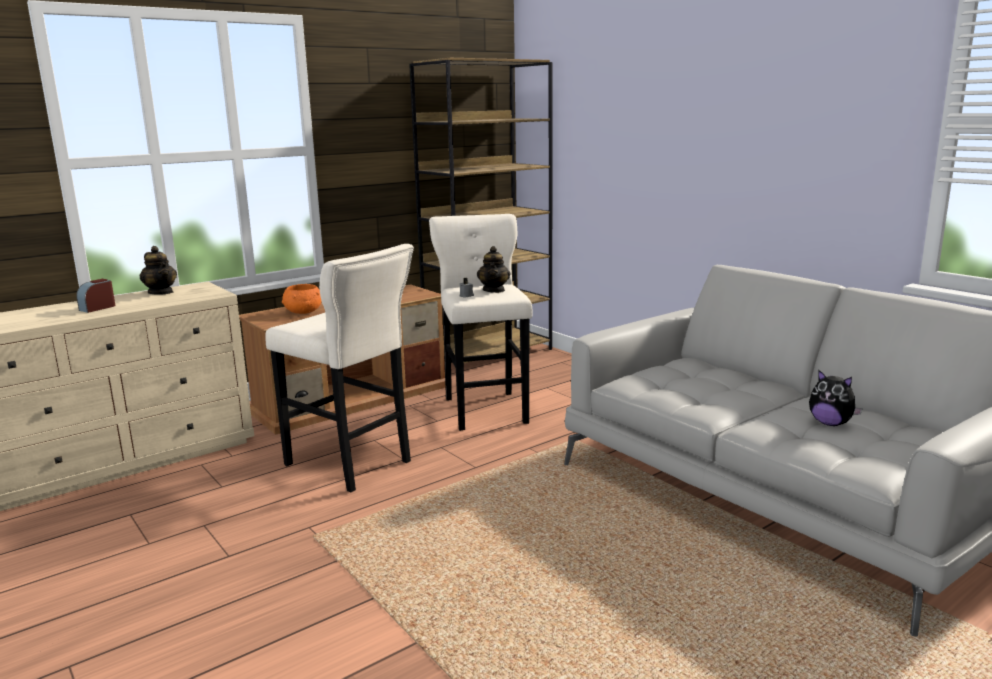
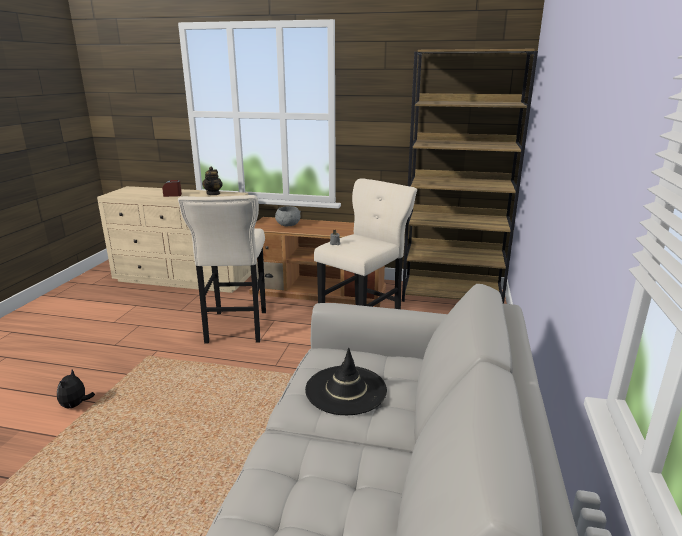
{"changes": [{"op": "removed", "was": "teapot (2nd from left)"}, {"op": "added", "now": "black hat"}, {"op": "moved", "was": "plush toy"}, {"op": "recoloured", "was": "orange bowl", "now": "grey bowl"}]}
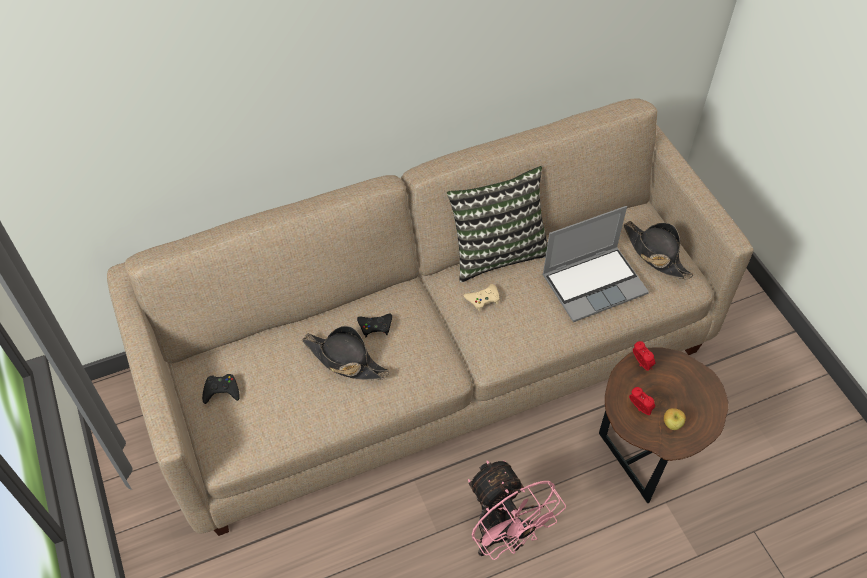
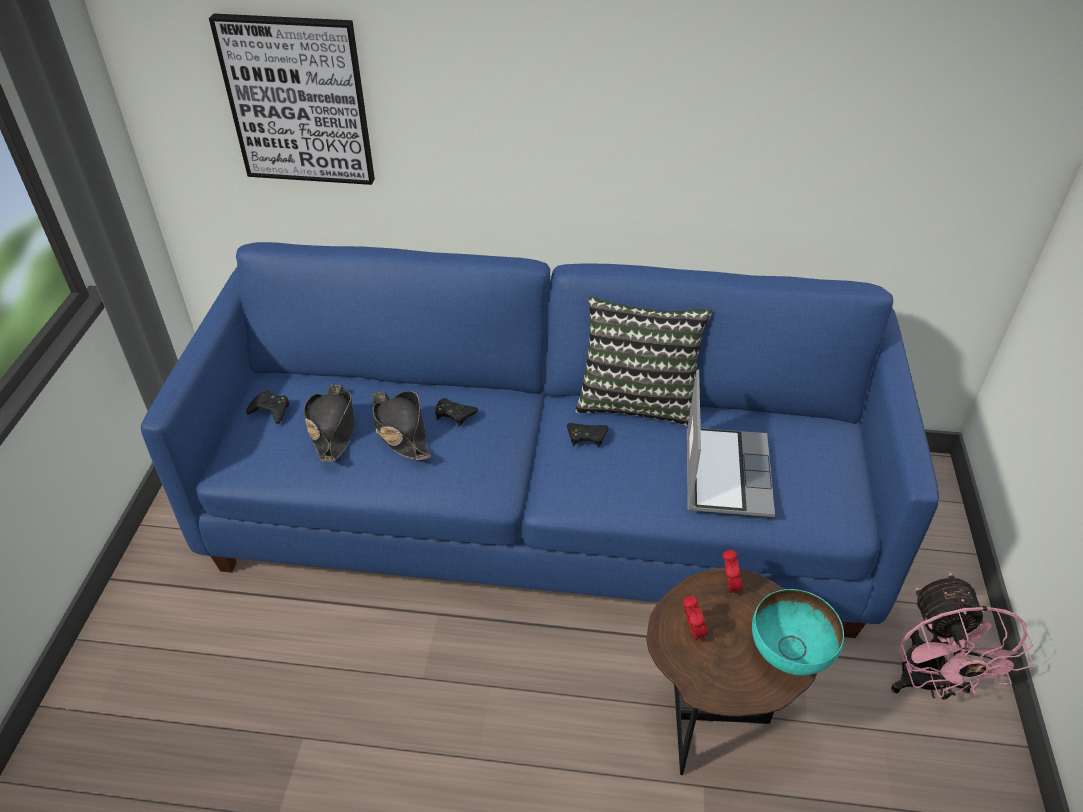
{"changes": [{"op": "removed", "was": "apple"}, {"op": "added", "now": "picture"}, {"op": "added", "now": "turquoise bowl"}, {"op": "moved", "was": "pink fan"}, {"op": "moved", "was": "black hat (2nd from left in the first image)", "now": "black hat (1st from left)"}, {"op": "recoloured", "was": "beige sofa", "now": "blue sofa"}, {"op": "recoloured", "was": "beige game controller", "now": "black game controller (3rd from left)"}, {"op": "turned", "was": "laptop", "clockwise": -90}]}
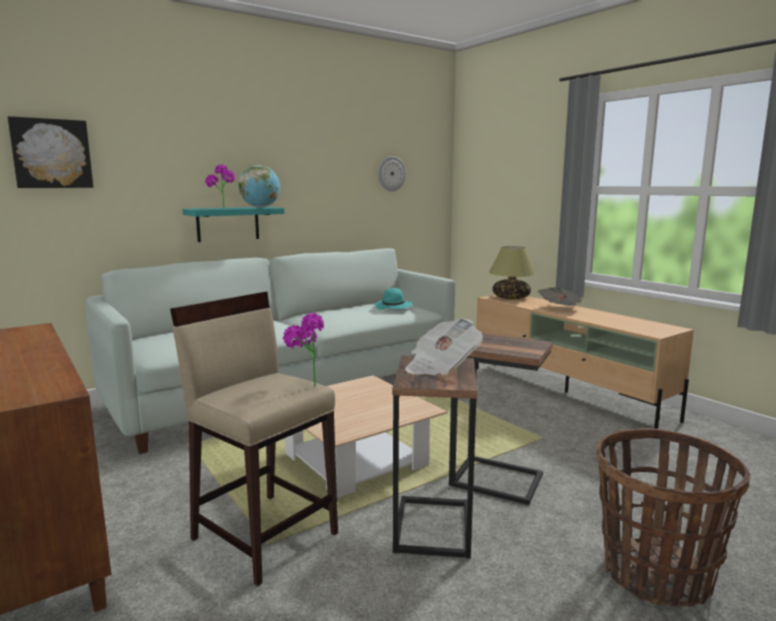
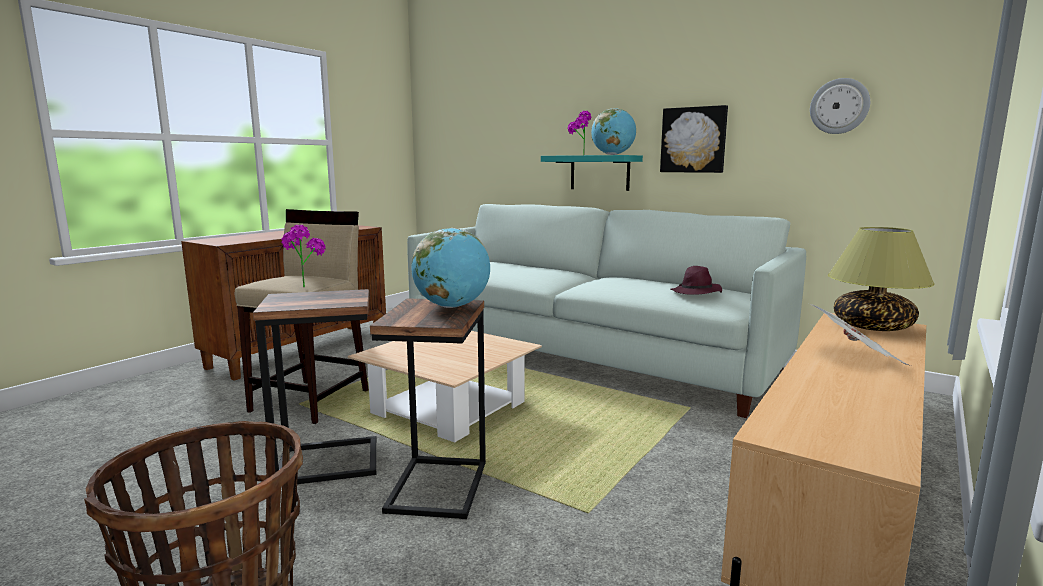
{"changes": [{"op": "removed", "was": "newspaper (1st from left)"}, {"op": "added", "now": "globe (1st from left)"}, {"op": "moved", "was": "picture"}, {"op": "recoloured", "was": "turquoise hat", "now": "purple hat"}]}
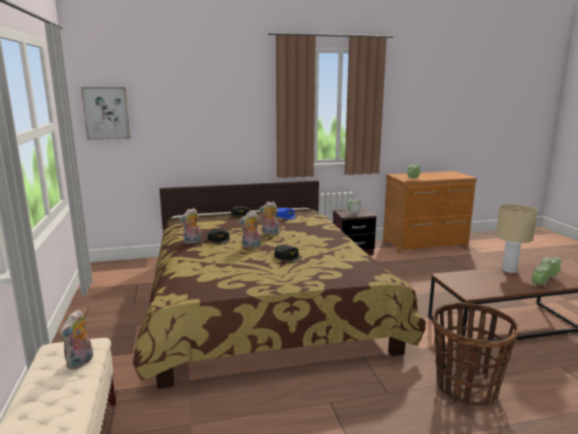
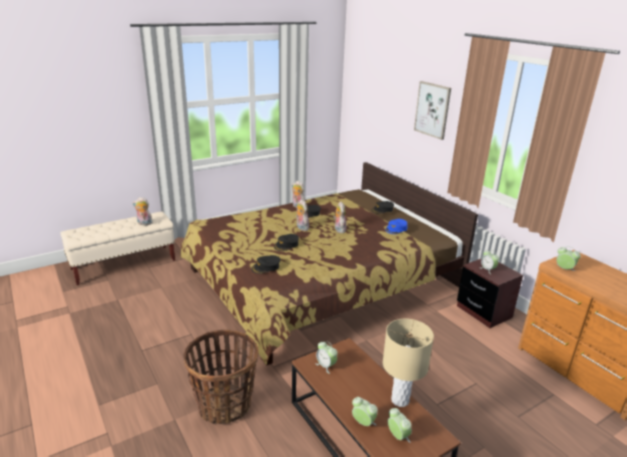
{"changes": [{"op": "added", "now": "black cap (1st from left)"}, {"op": "added", "now": "alarm clock (1st from left)"}, {"op": "moved", "was": "picture"}]}
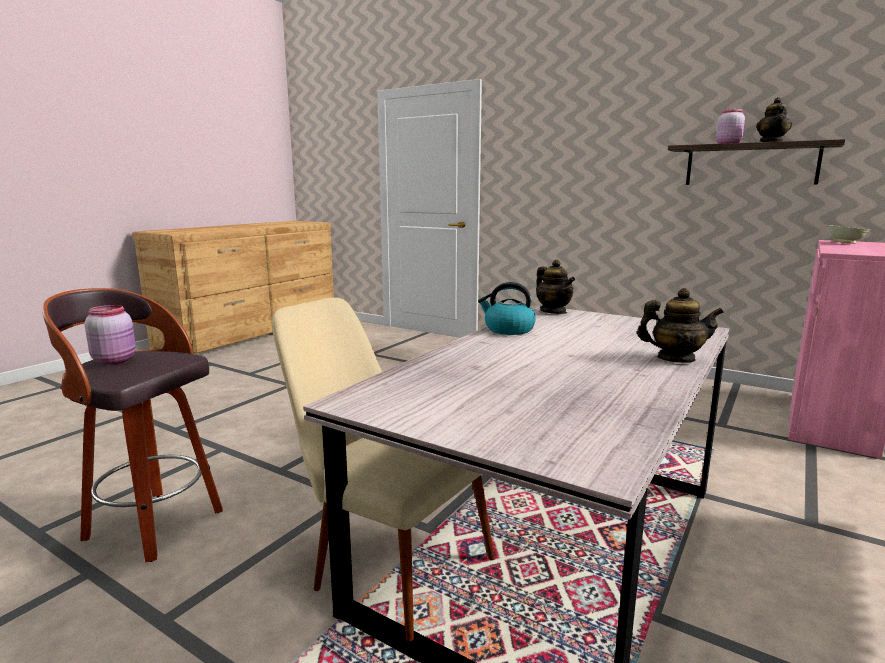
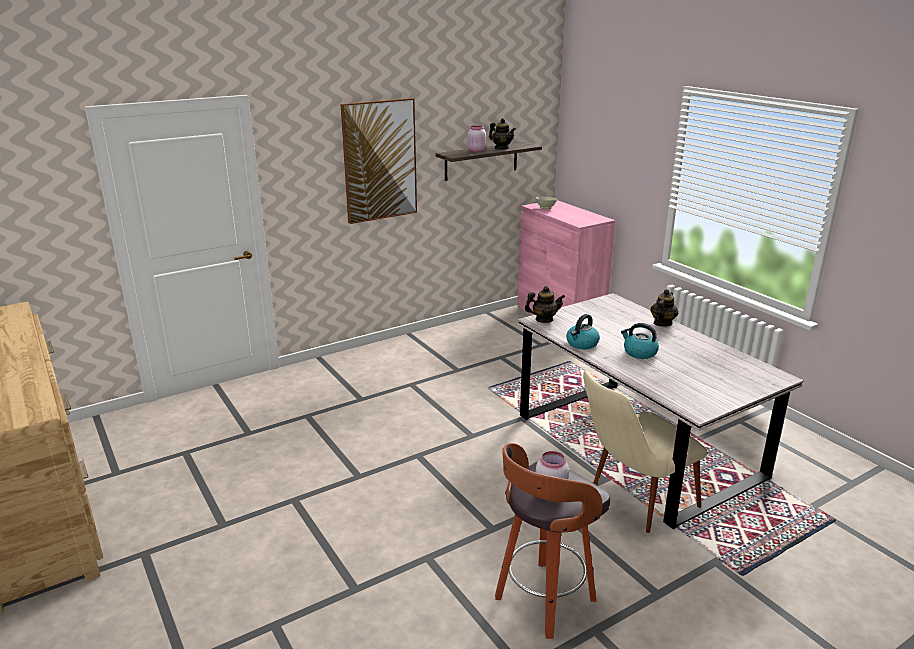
{"changes": [{"op": "added", "now": "picture"}, {"op": "added", "now": "kettle (2nd from left)"}]}
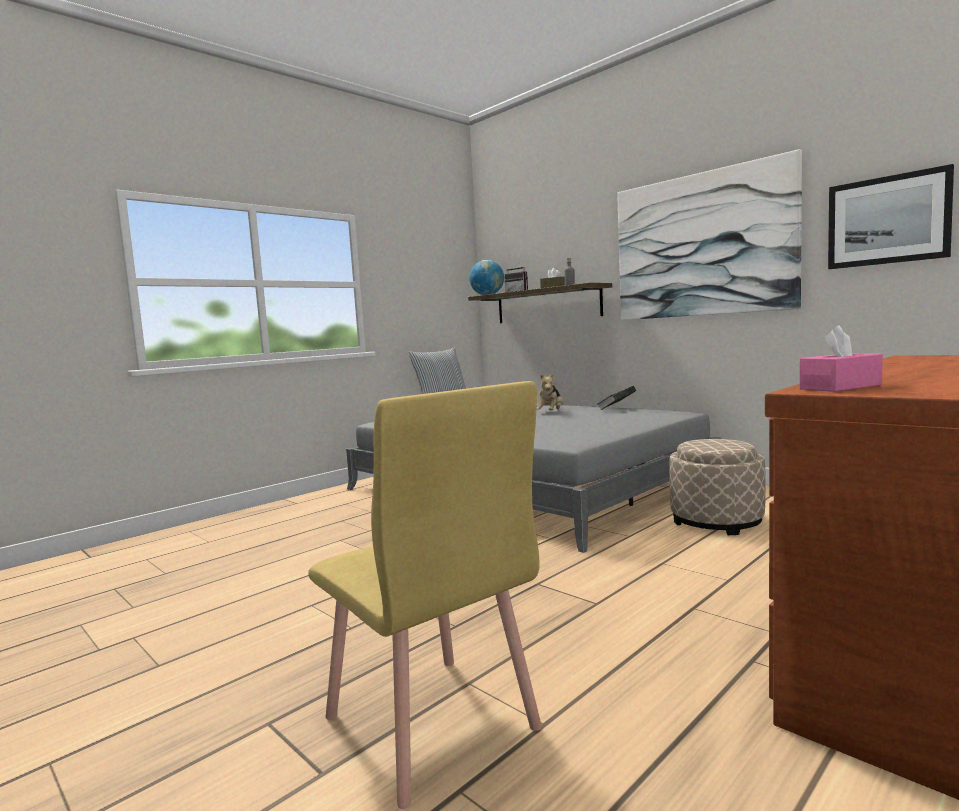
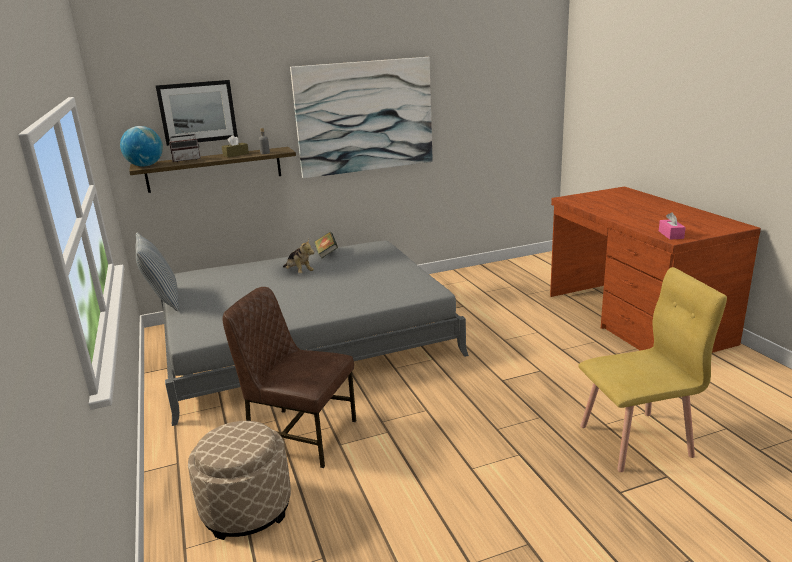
{"changes": [{"op": "added", "now": "brown chair"}, {"op": "moved", "was": "beige ottoman"}, {"op": "moved", "was": "picture (2nd from left in the first image)", "now": "picture (1st from left)"}]}
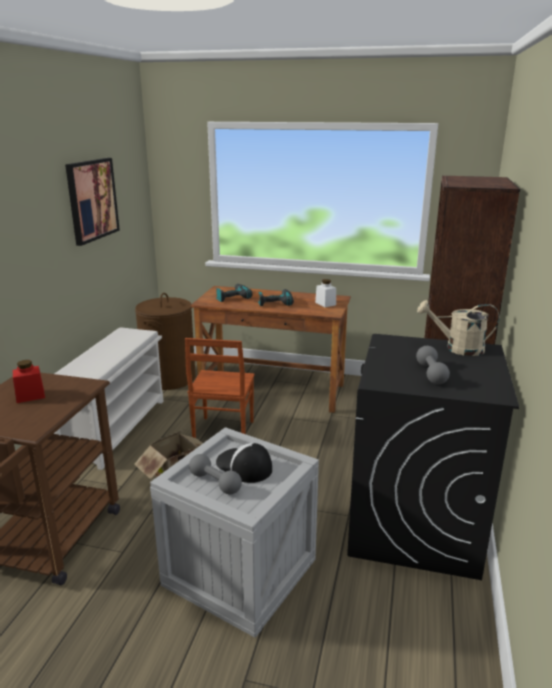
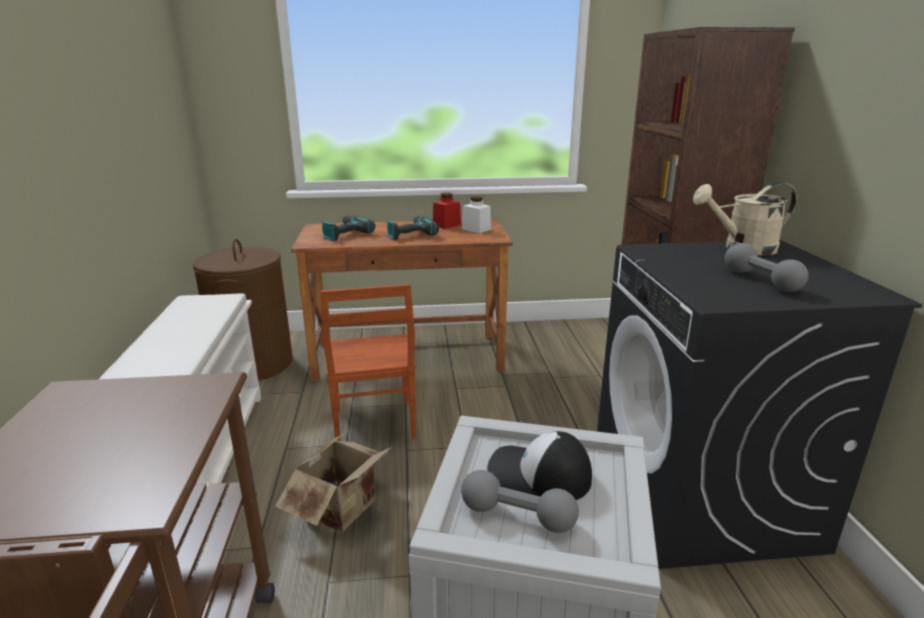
{"changes": [{"op": "removed", "was": "picture"}, {"op": "moved", "was": "red jar"}]}
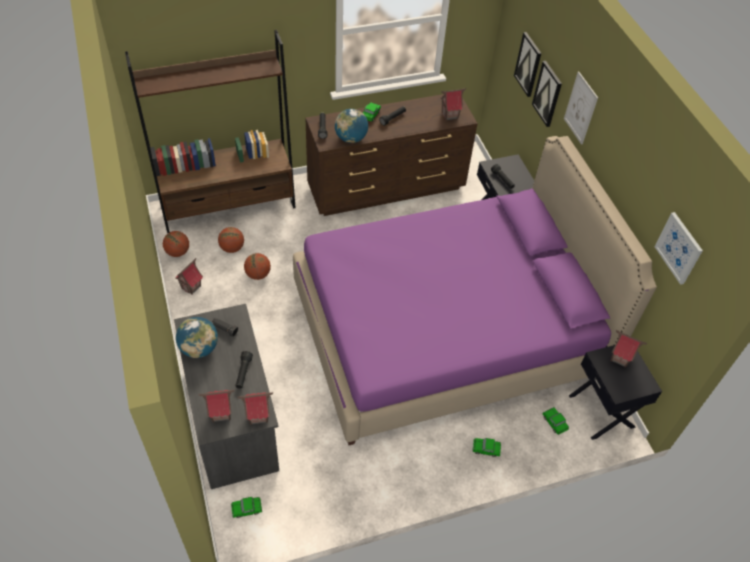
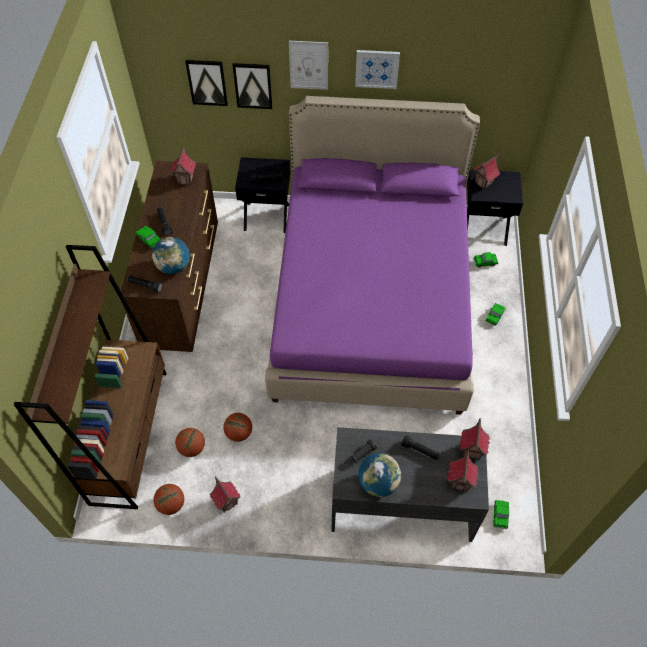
{"changes": [{"op": "moved", "was": "picture (4th from left)"}]}
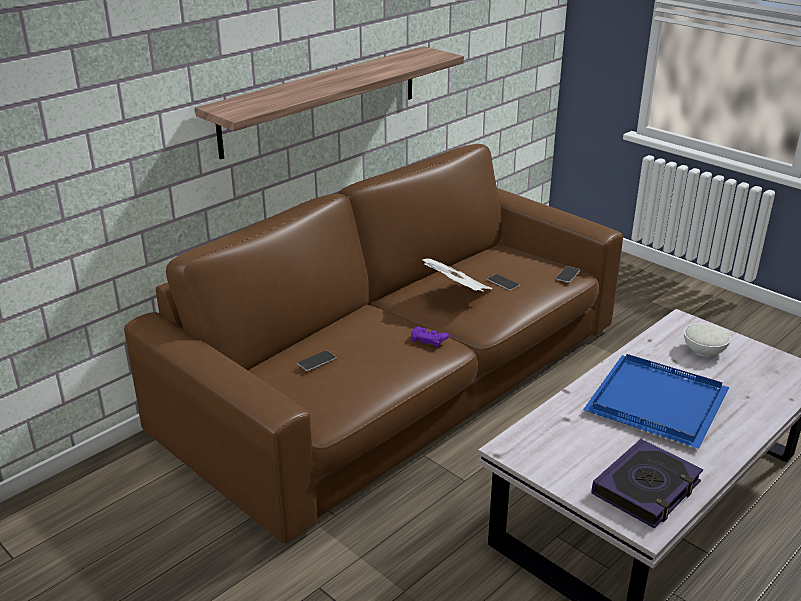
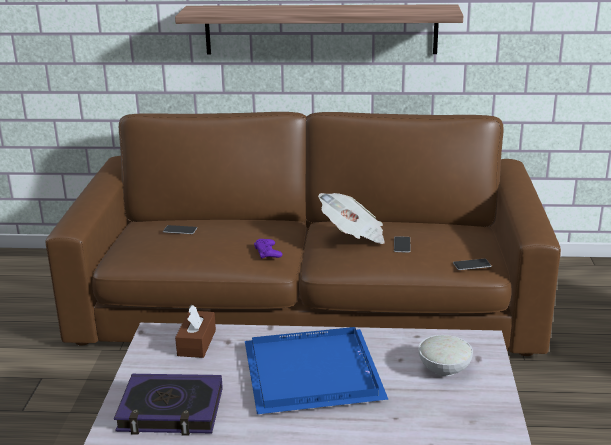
{"changes": [{"op": "added", "now": "brown tissue box"}]}
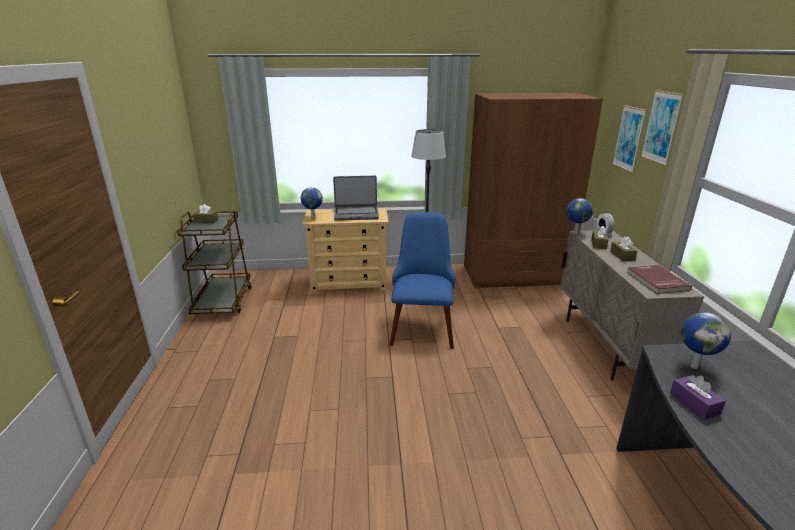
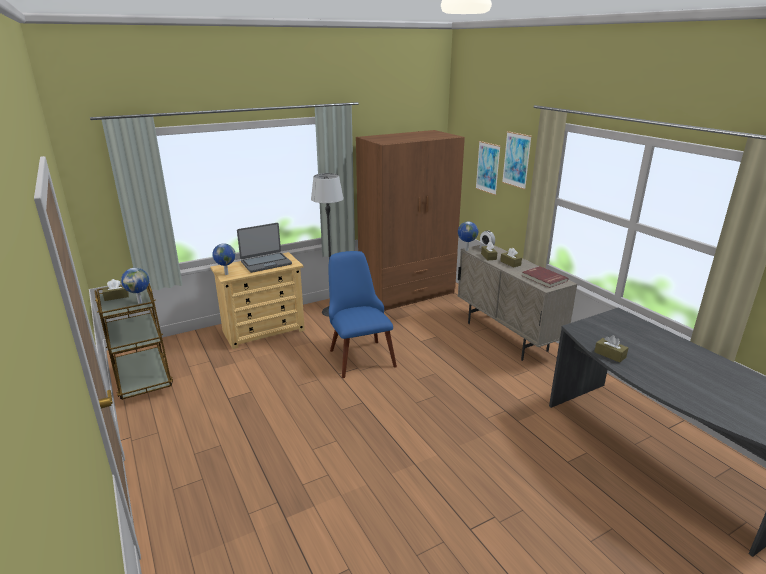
{"changes": [{"op": "moved", "was": "globe (3rd from left in the first image)", "now": "globe (1st from left)"}, {"op": "recoloured", "was": "purple tissue box", "now": "brown tissue box (4th from left)"}]}
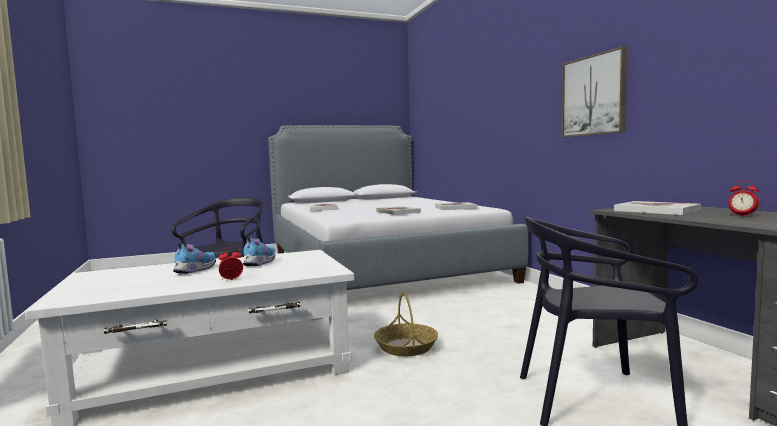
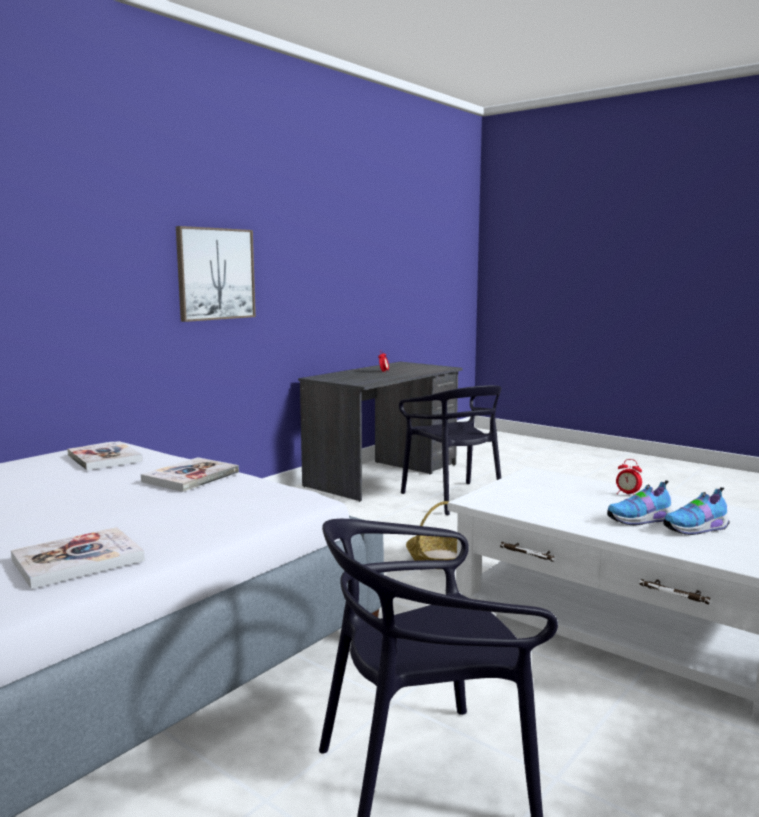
{"changes": [{"op": "removed", "was": "book (4th from left)"}, {"op": "moved", "was": "shoe (2nd from left)"}]}
